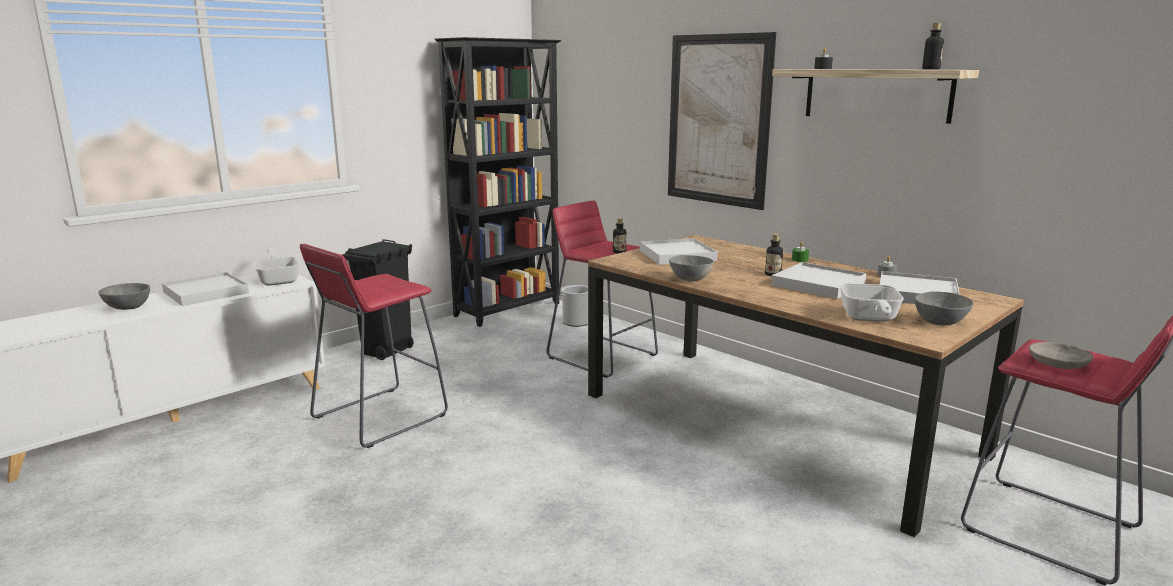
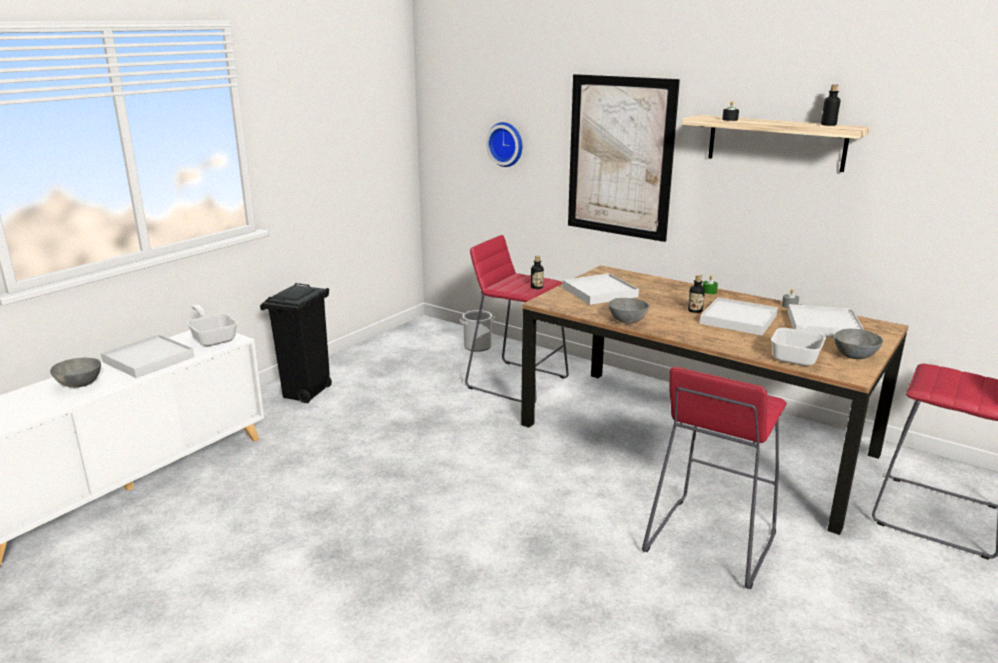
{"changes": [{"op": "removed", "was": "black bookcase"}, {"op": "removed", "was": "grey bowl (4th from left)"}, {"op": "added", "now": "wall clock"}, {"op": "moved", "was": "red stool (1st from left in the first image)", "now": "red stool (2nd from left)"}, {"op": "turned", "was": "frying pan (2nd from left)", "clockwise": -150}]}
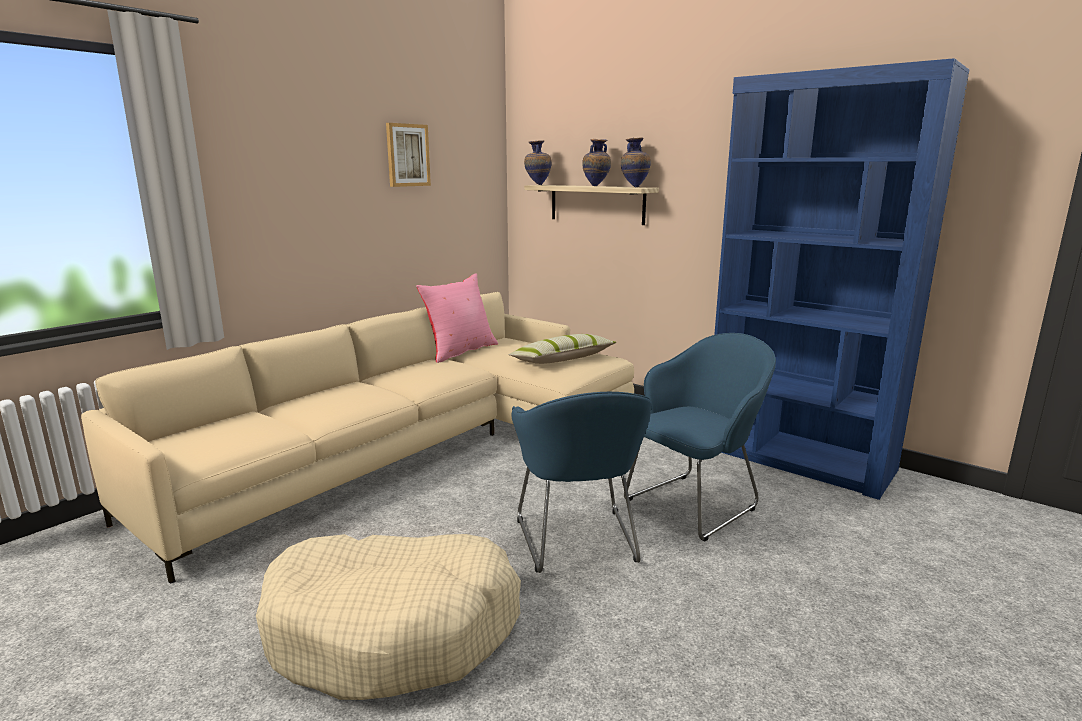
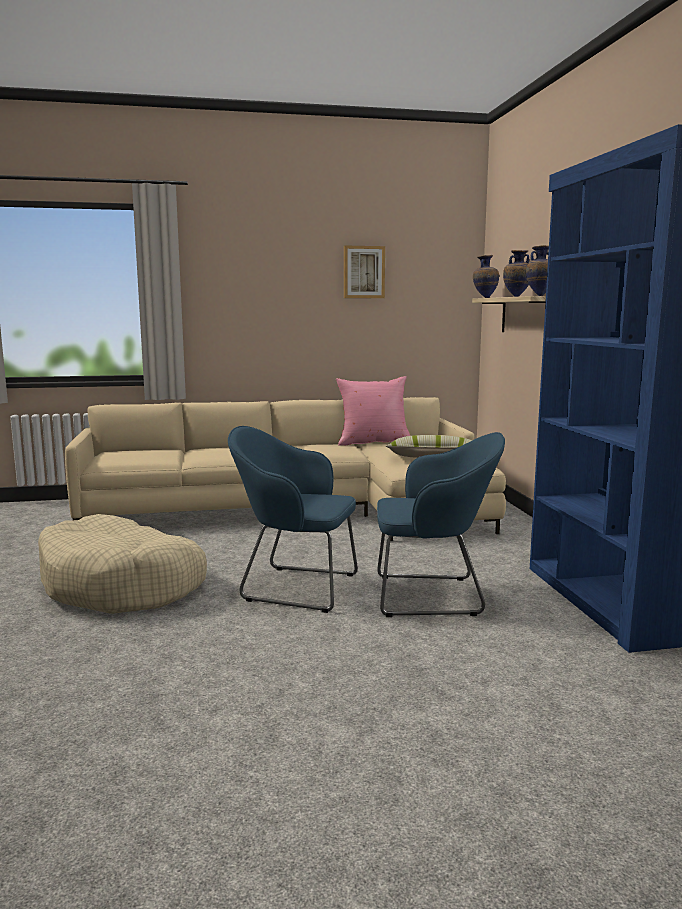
{"changes": [{"op": "turned", "was": "blue armchair (1st from left)", "clockwise": 75}]}
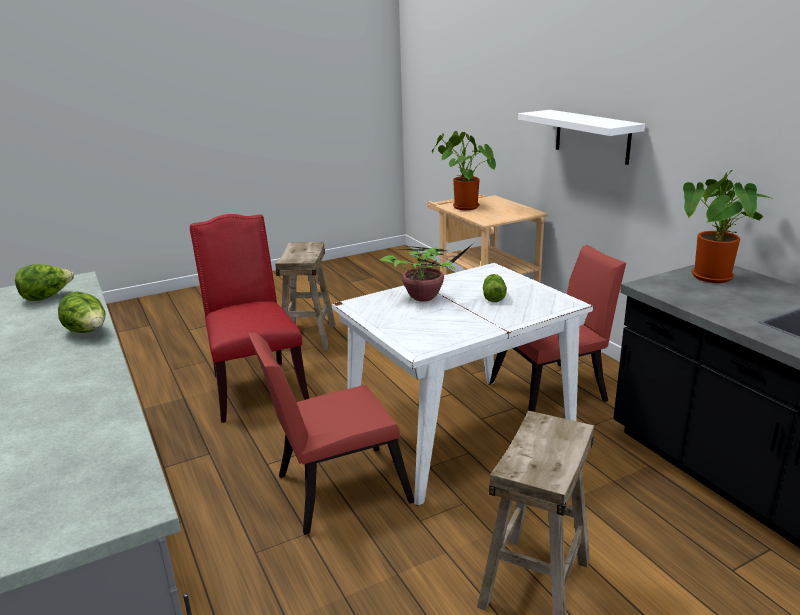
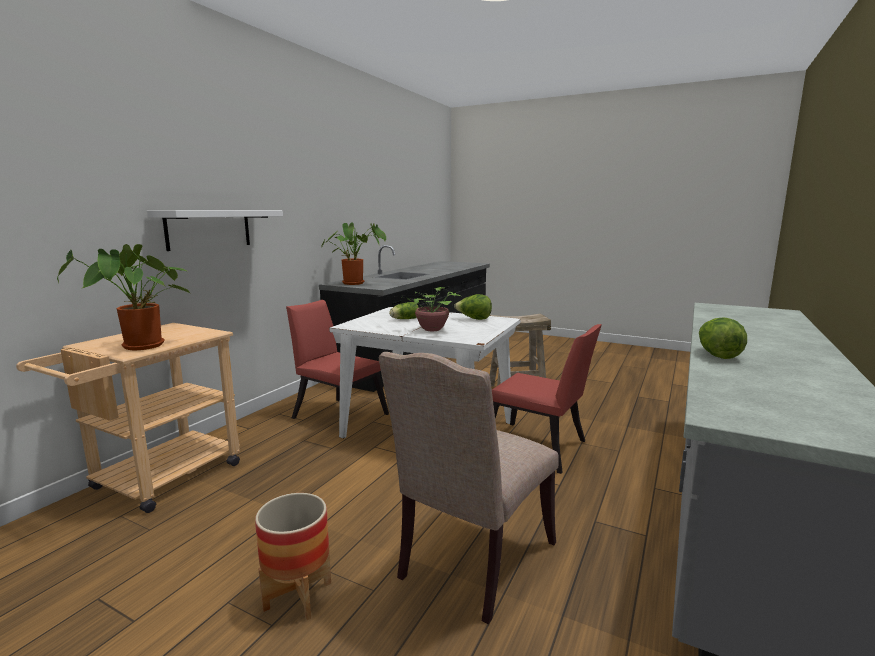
{"changes": [{"op": "moved", "was": "lettuce (1st from left in the first image)", "now": "lettuce (2nd from left)"}, {"op": "replaced", "was": "beige stool (1st from left)", "now": "planter"}, {"op": "recoloured", "was": "red chair (1st from left)", "now": "beige chair"}]}
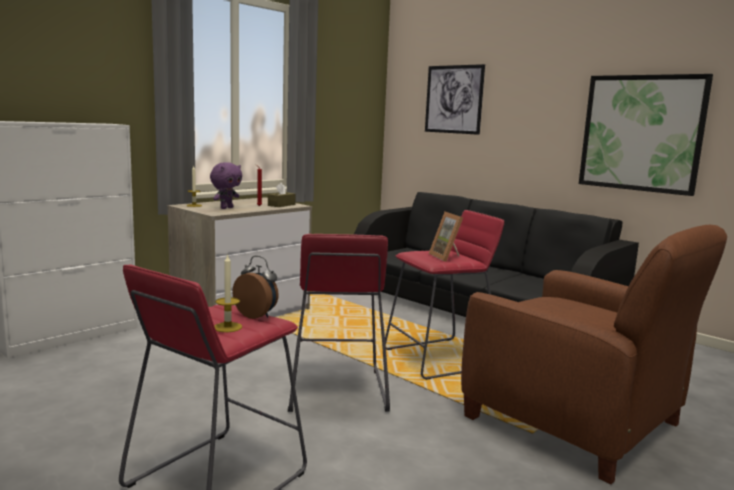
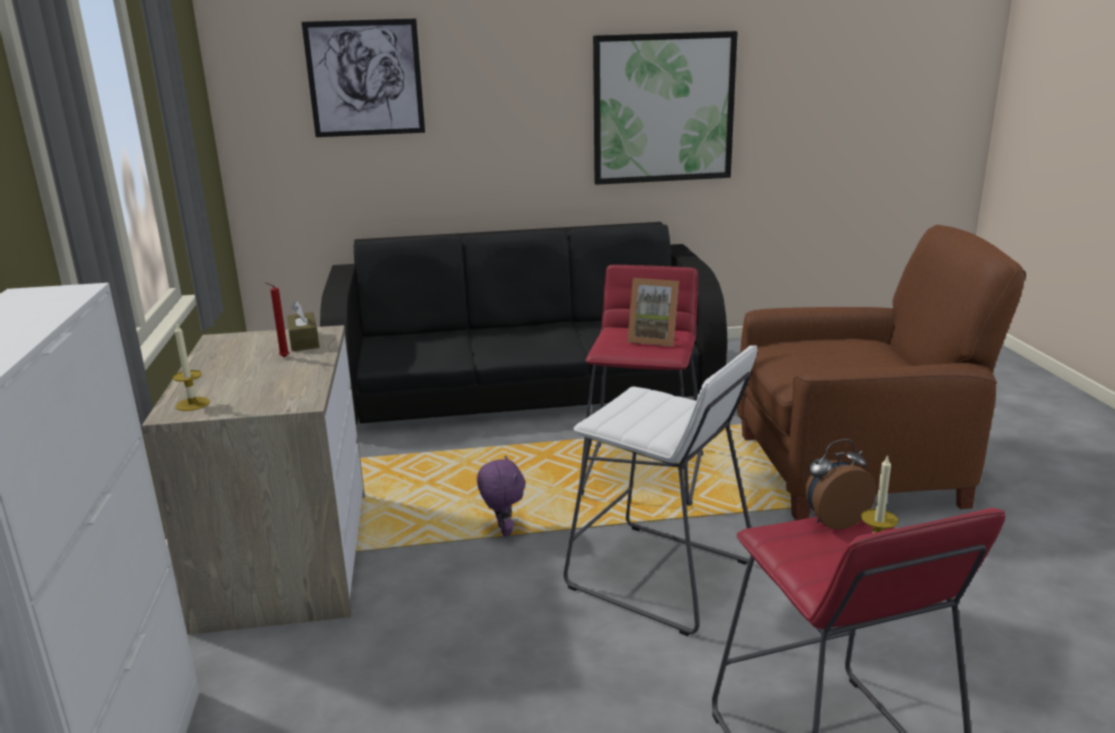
{"changes": [{"op": "moved", "was": "purple plush toy"}, {"op": "recoloured", "was": "red stool (2nd from left)", "now": "white stool"}]}
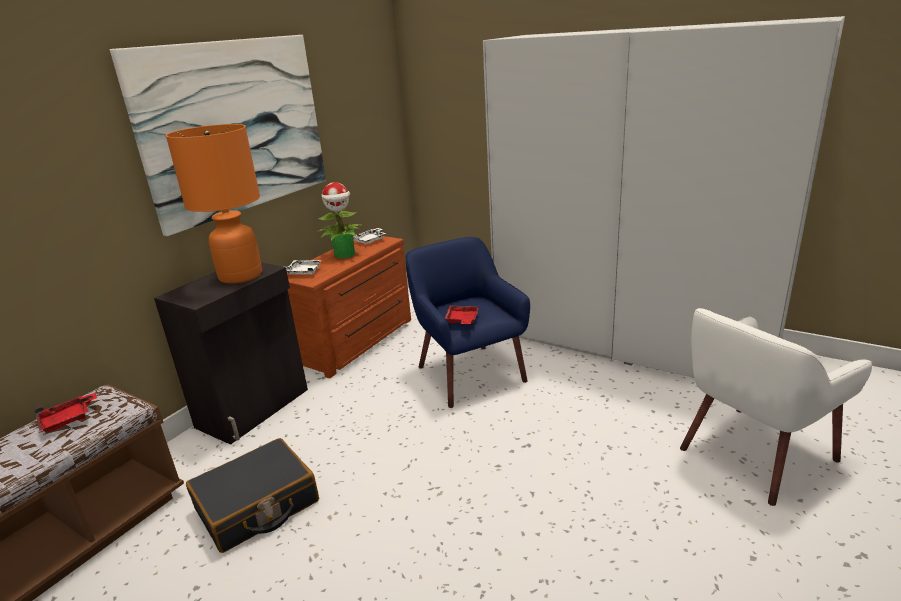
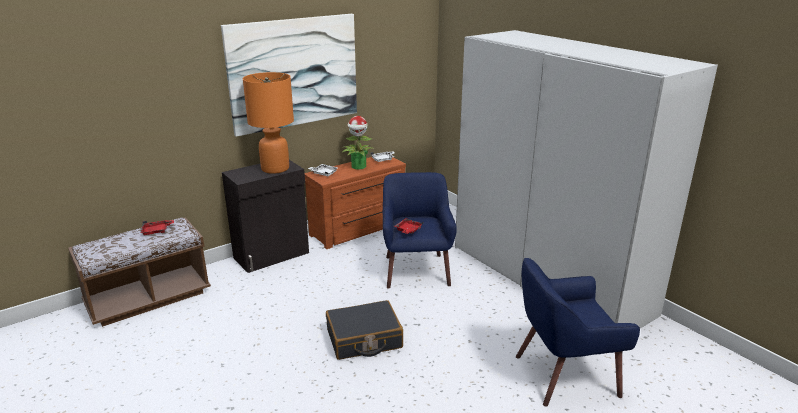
{"changes": [{"op": "moved", "was": "black suitcase"}, {"op": "recoloured", "was": "white armchair", "now": "blue armchair (2nd from left)"}]}
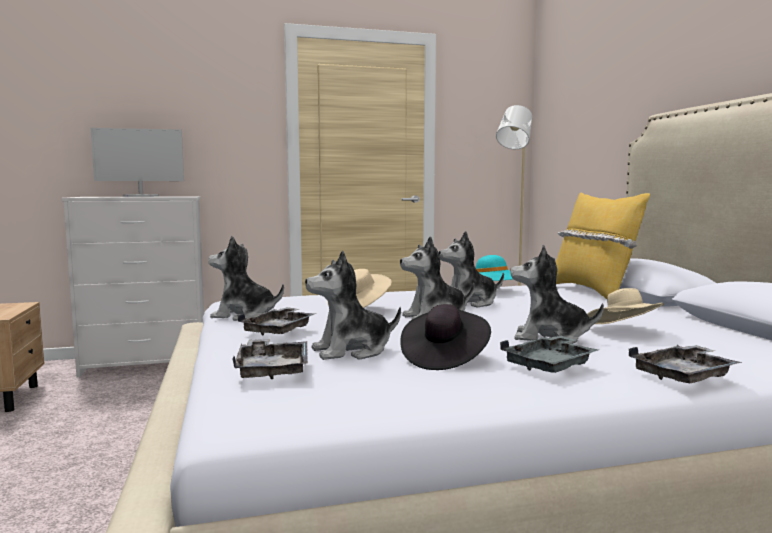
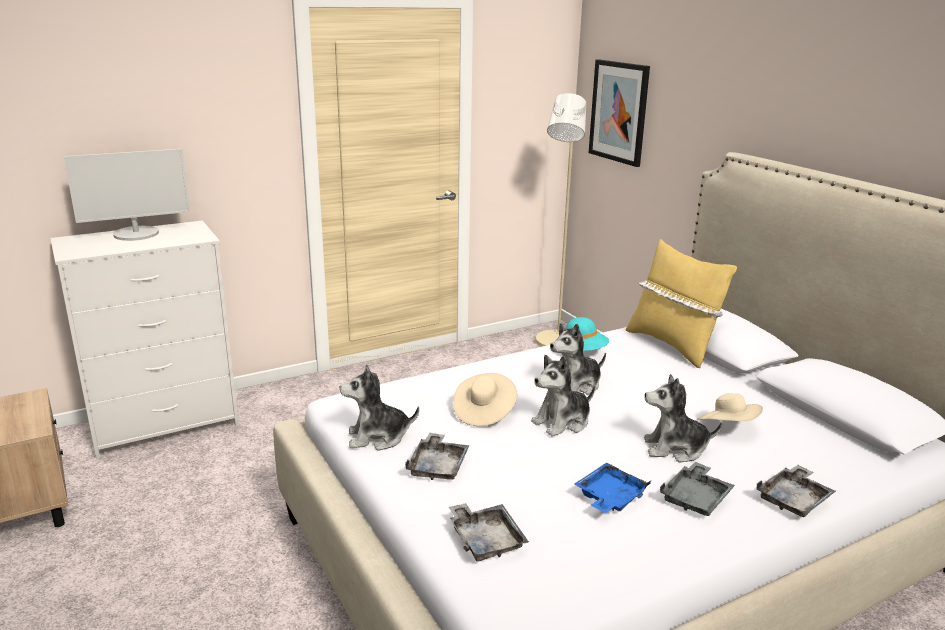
{"changes": [{"op": "removed", "was": "plush toy (2nd from left)"}, {"op": "added", "now": "picture"}, {"op": "replaced", "was": "black hat", "now": "blue tray"}]}
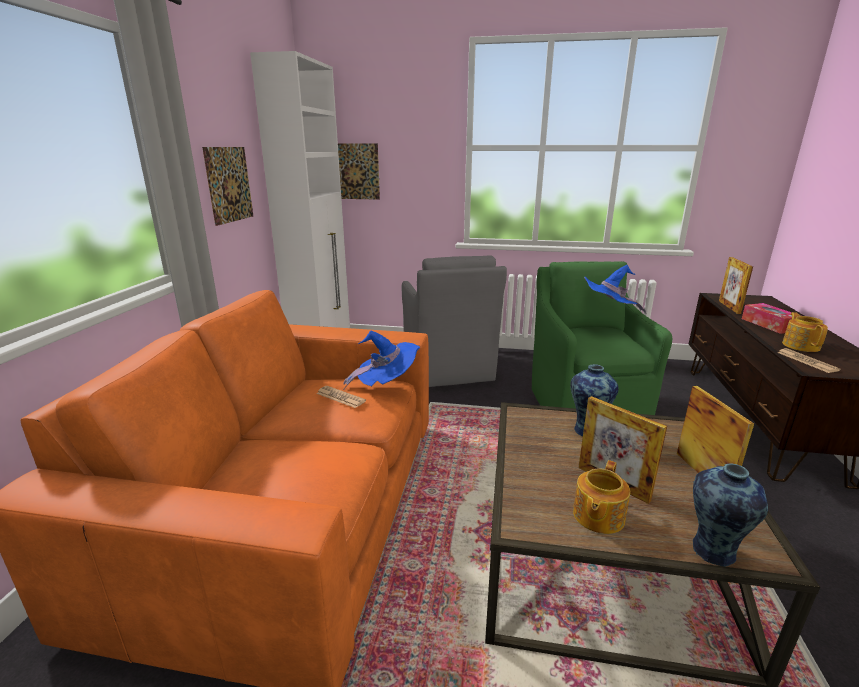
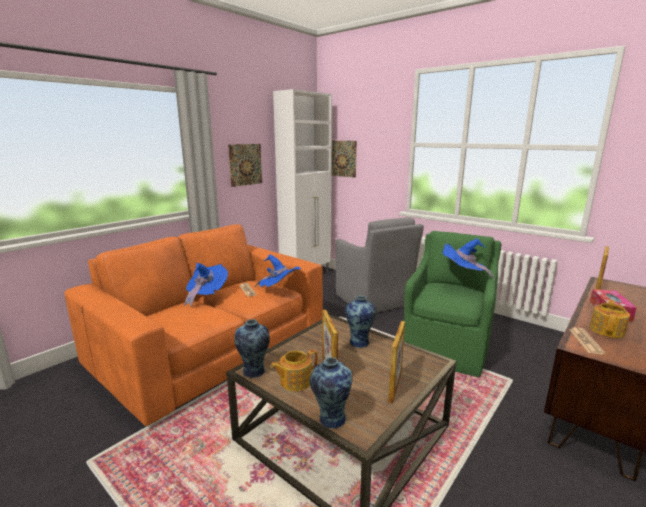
{"changes": [{"op": "added", "now": "blue hat (1st from left)"}, {"op": "added", "now": "vase (1st from left)"}, {"op": "turned", "was": "grey armchair", "clockwise": -45}]}
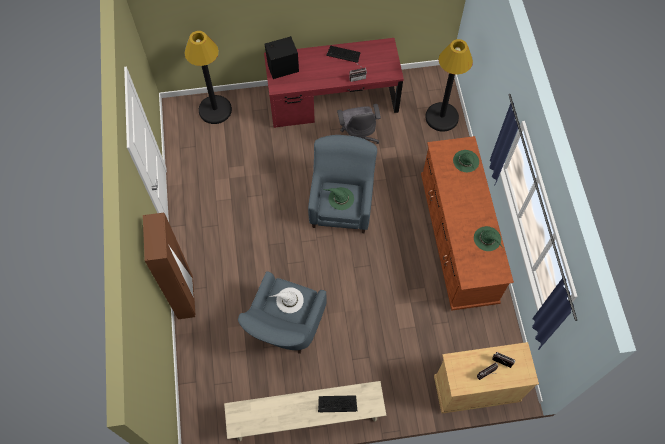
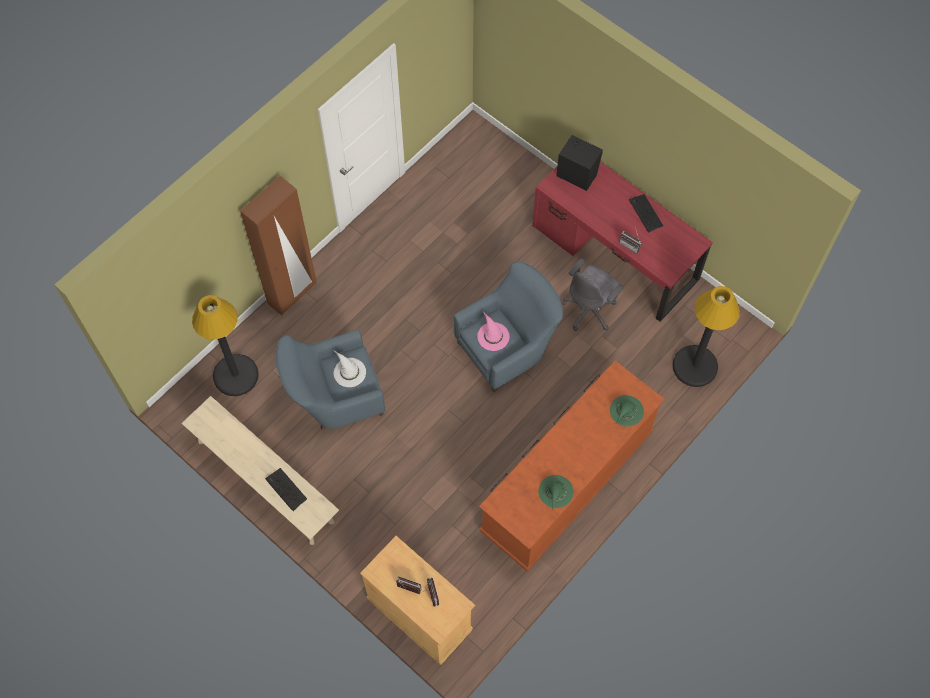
{"changes": [{"op": "moved", "was": "black floor lamp (1st from left)"}, {"op": "recoloured", "was": "green hat (1st from left)", "now": "pink hat"}]}
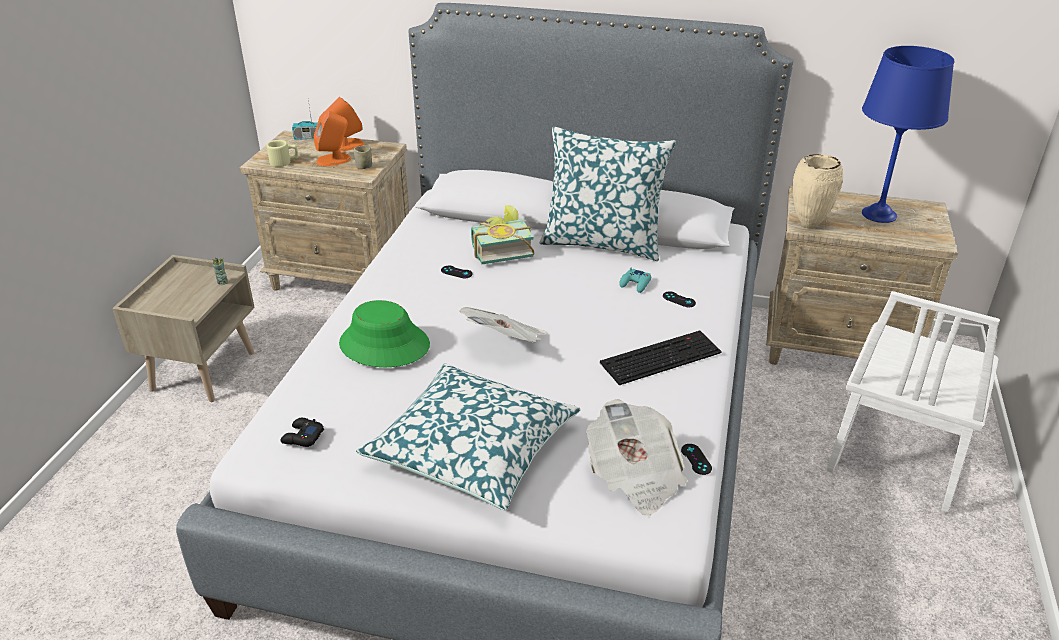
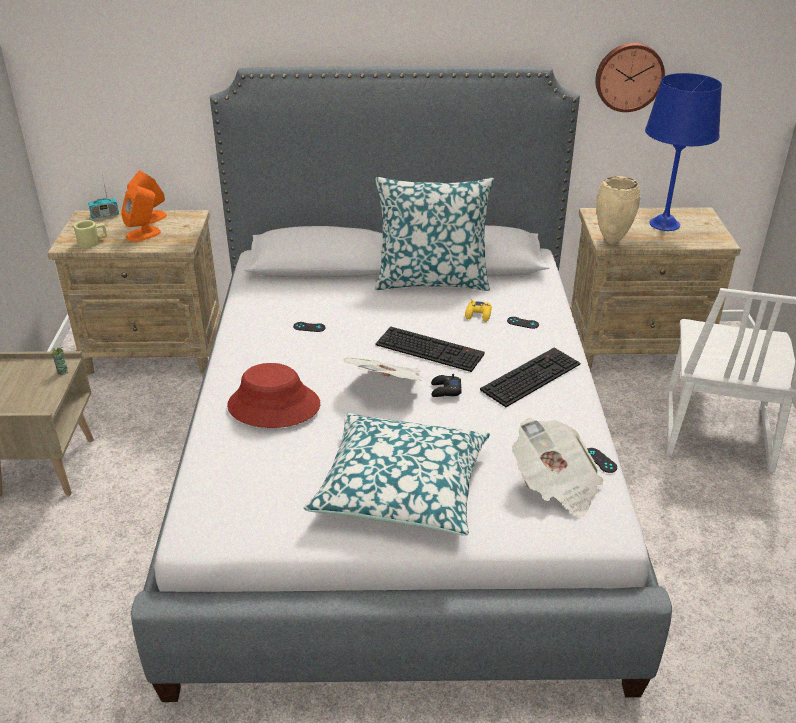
{"changes": [{"op": "removed", "was": "cup (2nd from left)"}, {"op": "removed", "was": "book"}, {"op": "added", "now": "keyboard (1st from left)"}, {"op": "added", "now": "wall clock"}, {"op": "moved", "was": "black game controller (1st from left in the first image)", "now": "black game controller (2nd from left)"}, {"op": "recoloured", "was": "green hat", "now": "red hat"}, {"op": "recoloured", "was": "turquoise game controller", "now": "yellow game controller"}]}
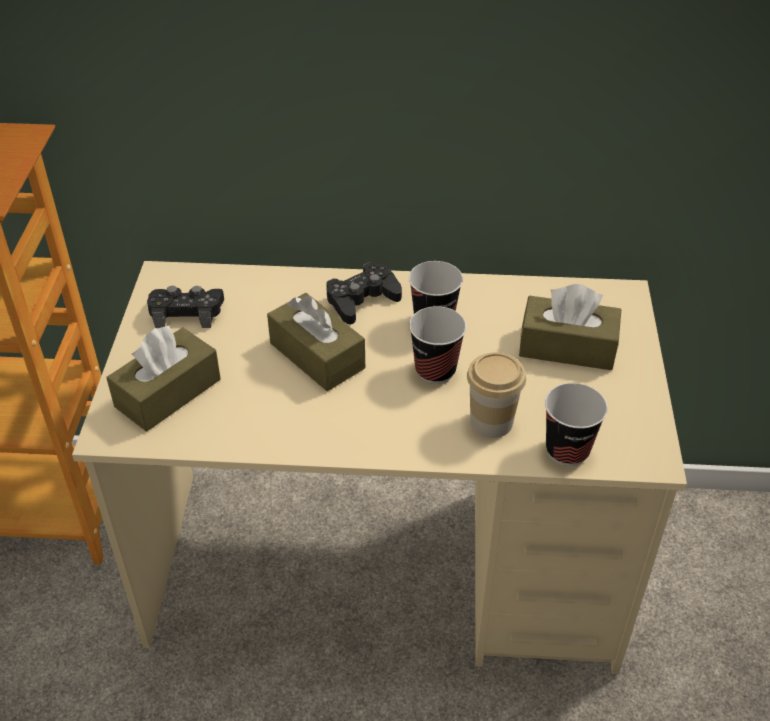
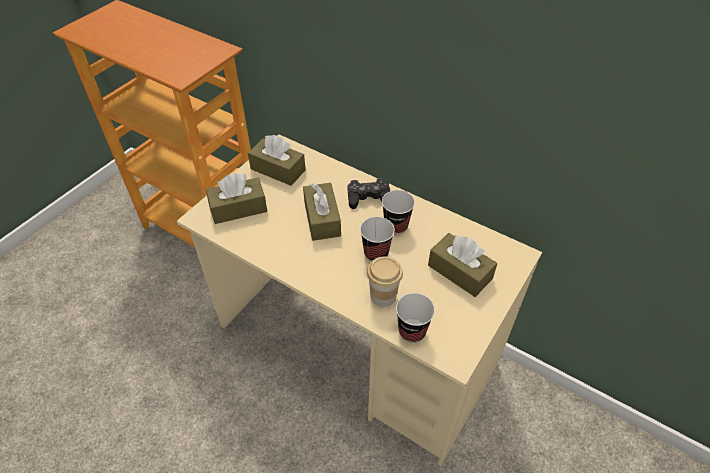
{"changes": [{"op": "replaced", "was": "black game controller (1st from left)", "now": "brown tissue box (2nd from left)"}]}
